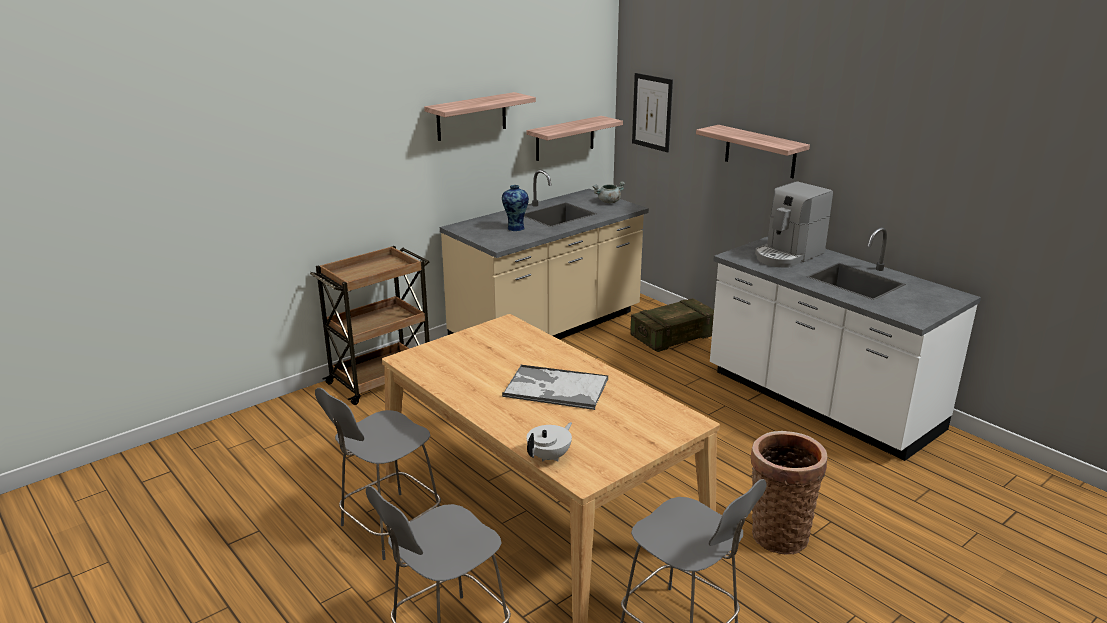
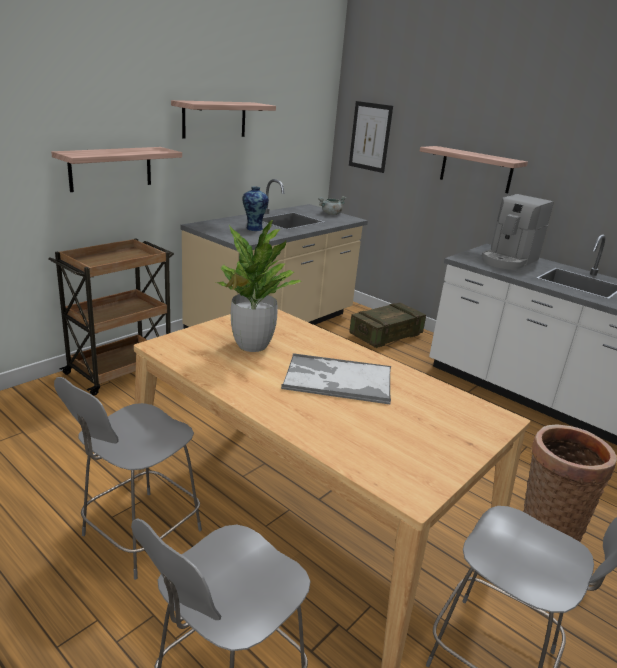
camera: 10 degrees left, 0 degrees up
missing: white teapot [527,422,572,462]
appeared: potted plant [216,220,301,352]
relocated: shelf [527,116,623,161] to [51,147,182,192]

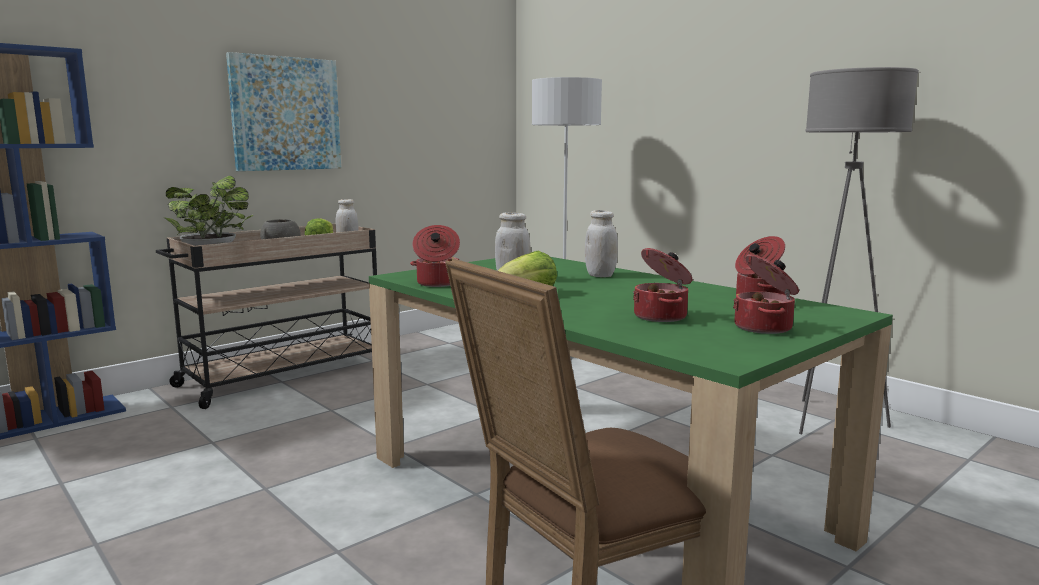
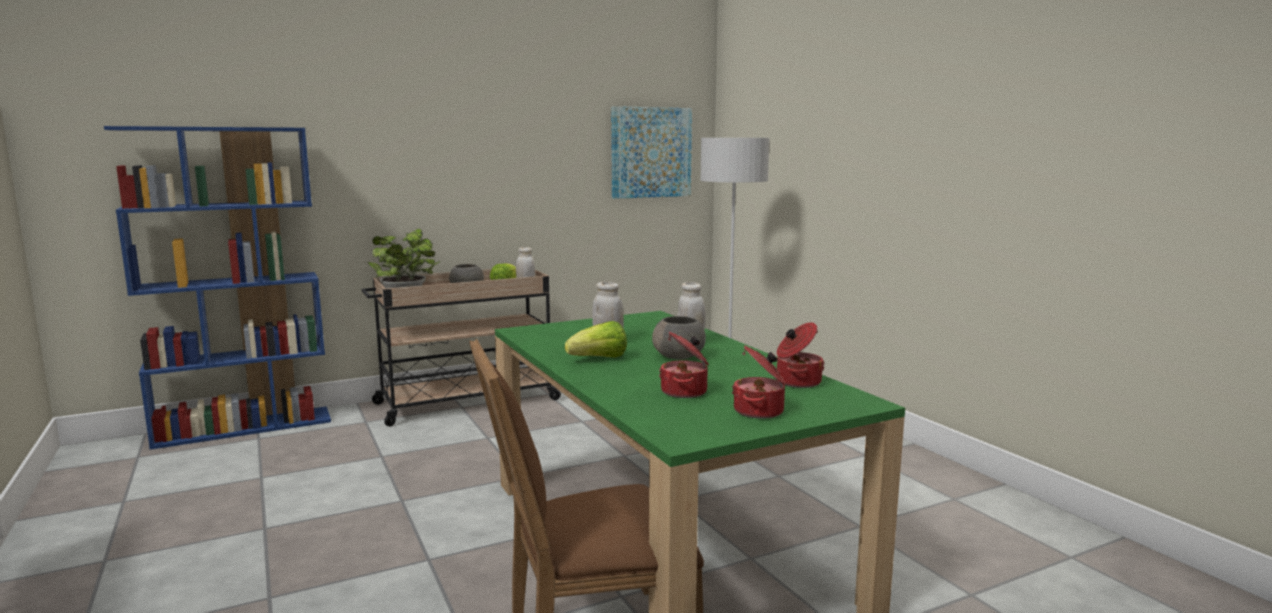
camera: 15 degrees right, 0 degrees up
missing: cooking pot [410,225,460,287]; grey floor lamp [799,67,919,434]
appeared: grey bowl [652,316,706,360]
relocated: picture [226,52,341,171] to [611,106,692,199]

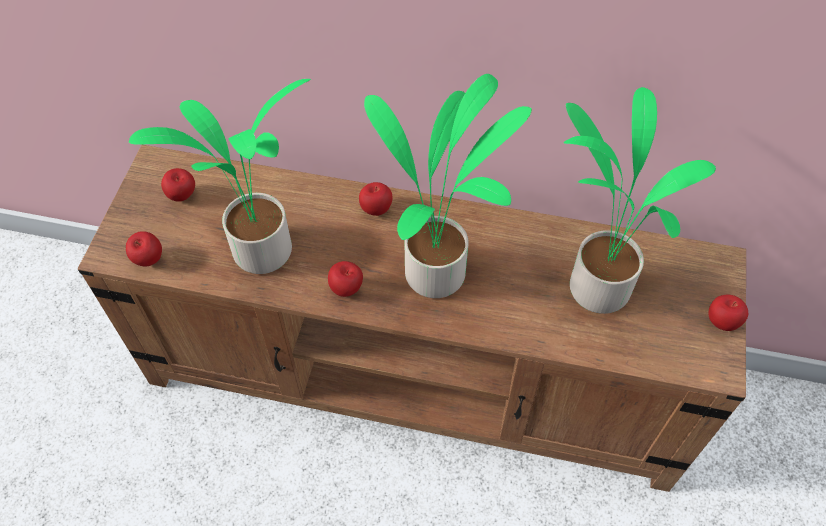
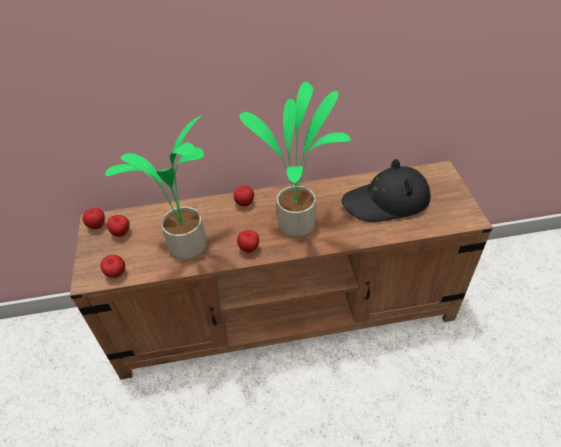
camera: 20 degrees left, 10 degrees down
relocated: apple [708,295,748,331] to [82,208,105,229]
exchanged: potted plant [563,87,716,314] to black hat [342,159,430,222]

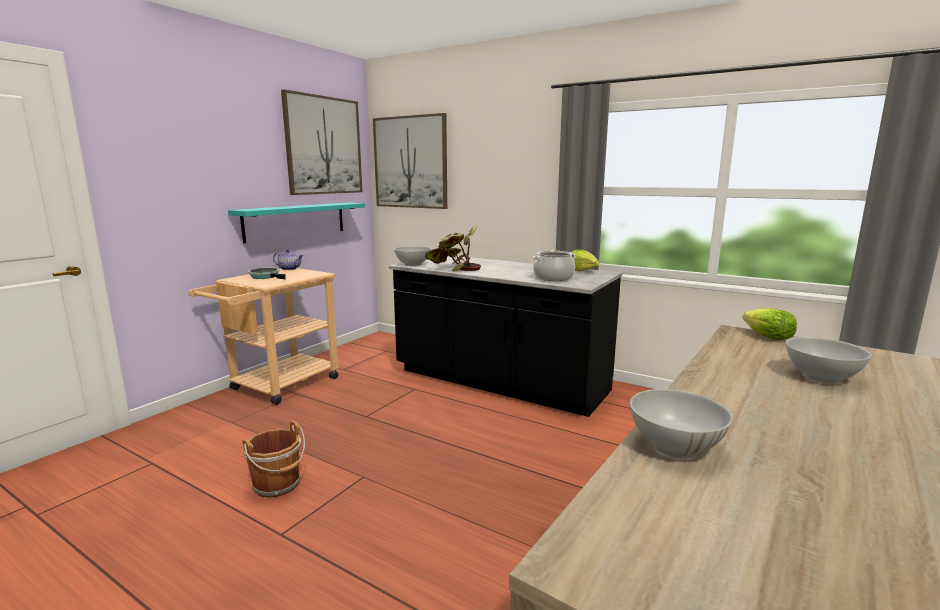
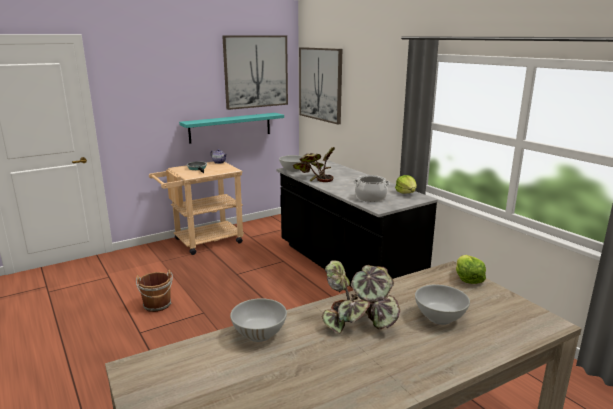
camera: 25 degrees right, 5 degrees up
appeared: potted plant [322,260,400,334]

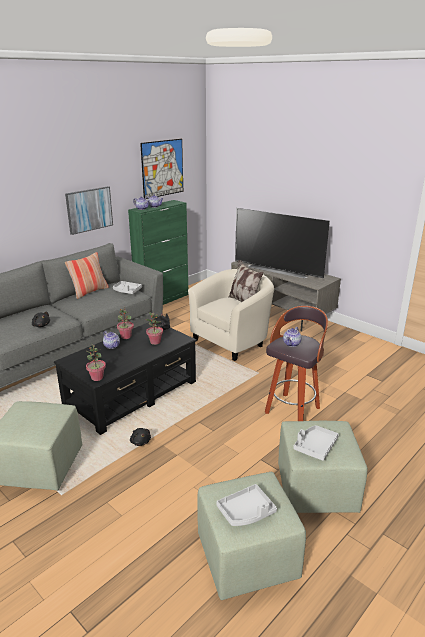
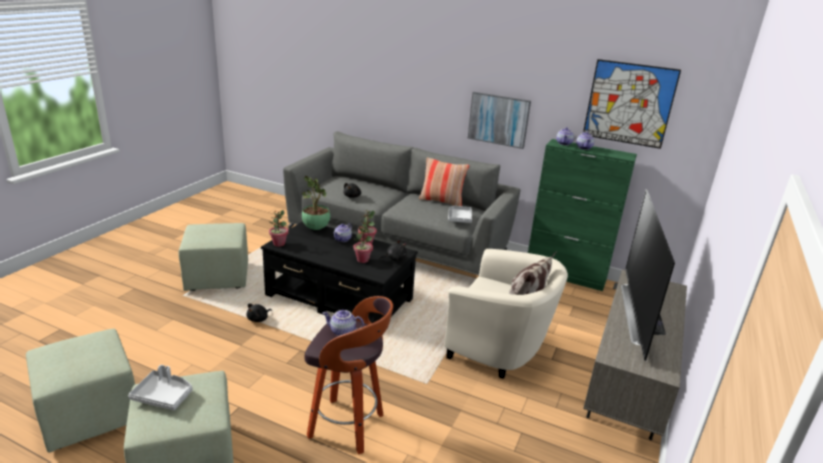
camera: 70 degrees right, 0 degrees up
missing: grey tray [216,484,277,526]
appeared: potted plant [302,176,330,230]

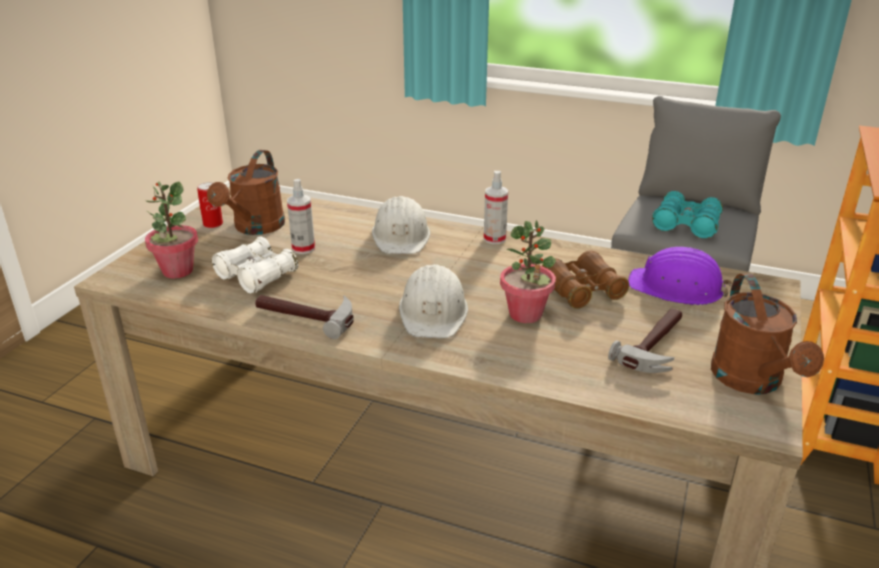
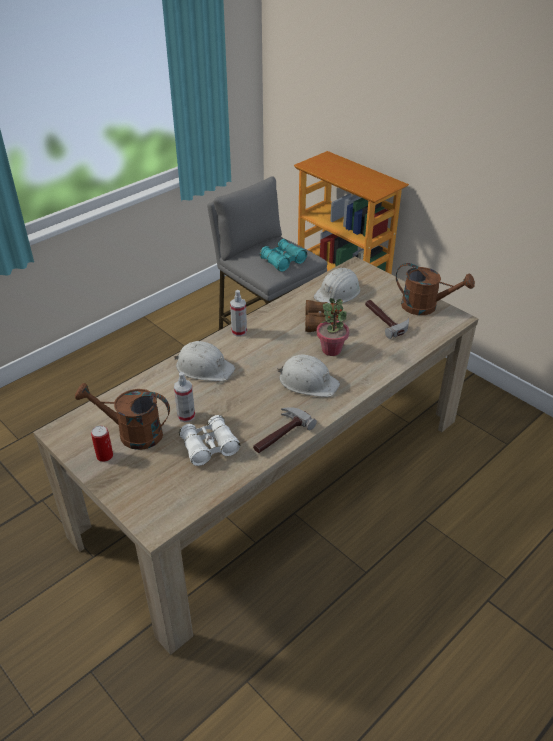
camera: 65 degrees left, 10 degrees up
missing: potted plant [145,182,198,278]
colour: purple hard hat [628,247,732,305] to white hard hat [314,268,360,304]
spun: brown watering can [207,150,285,235] = [75,383,170,450] 150 degrees clockwise

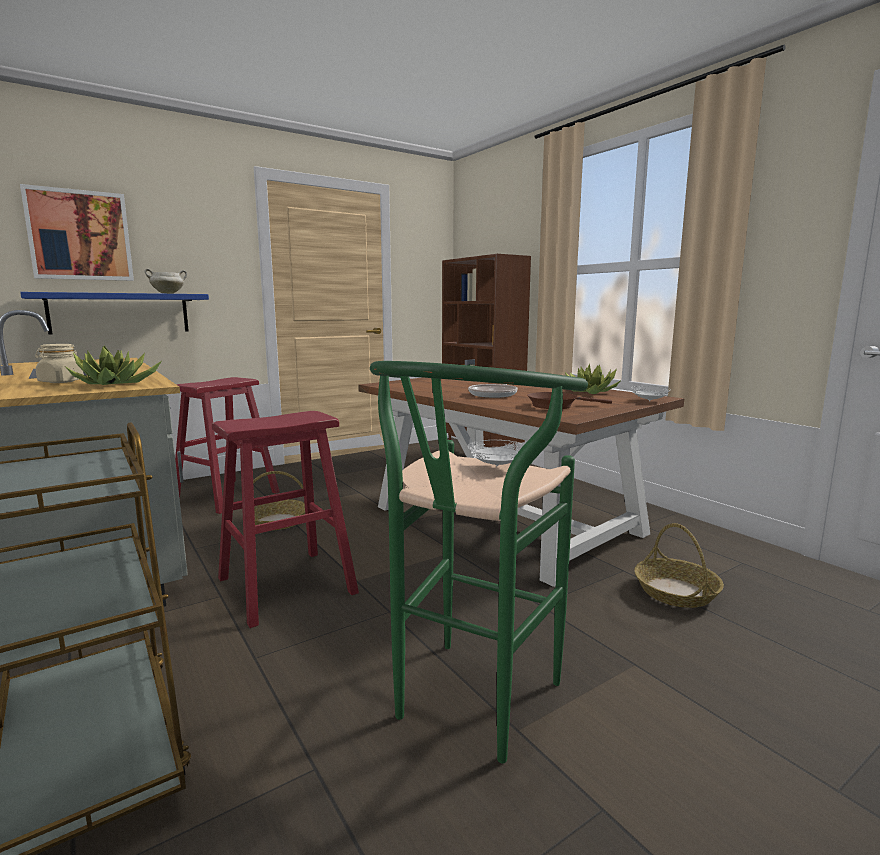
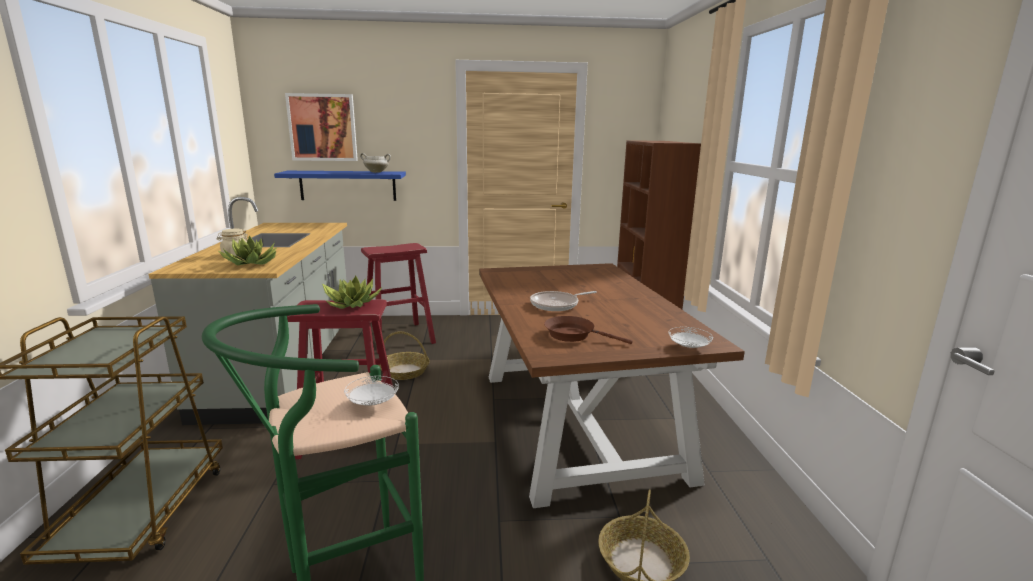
camera: 30 degrees right, 5 degrees up
relocated: potted plant [565,363,621,394] to [322,276,382,309]

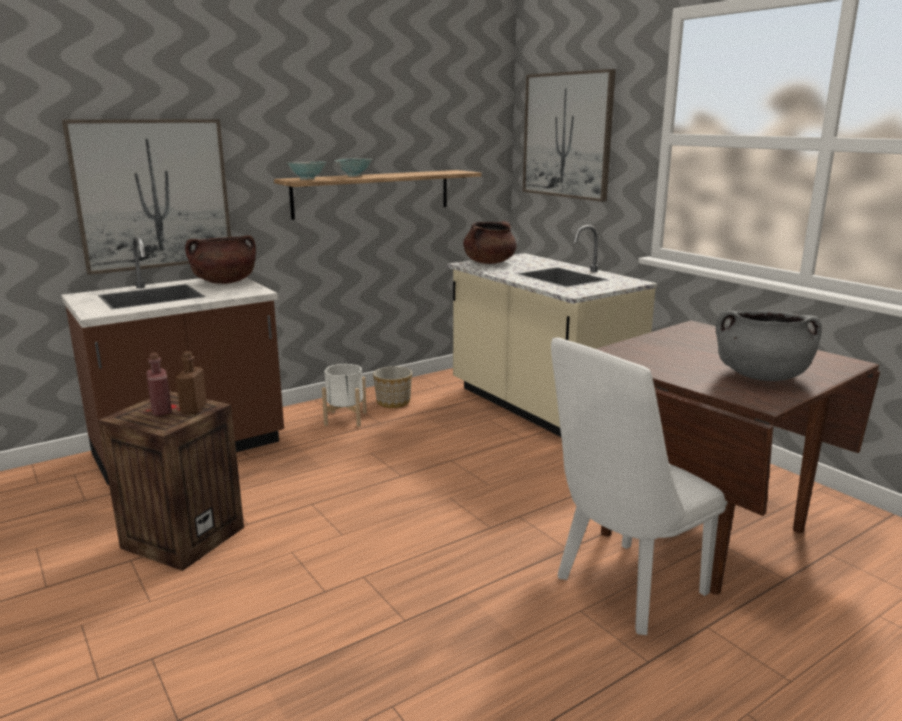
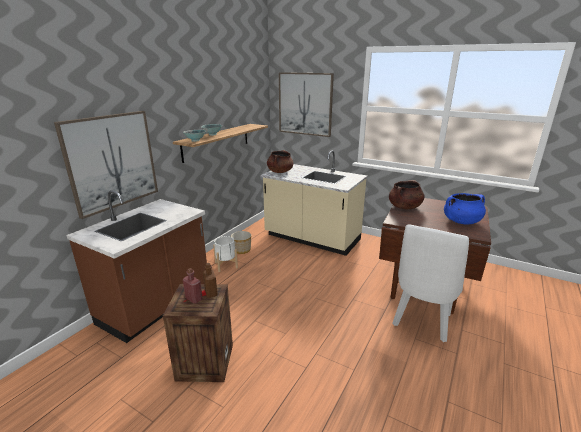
camera: 25 degrees left, 5 degrees up
relocated: brown cooking pot [185,235,256,284] to [389,180,425,209]
colour: grey cooking pot [716,310,822,381] to blue cooking pot [444,193,486,224]

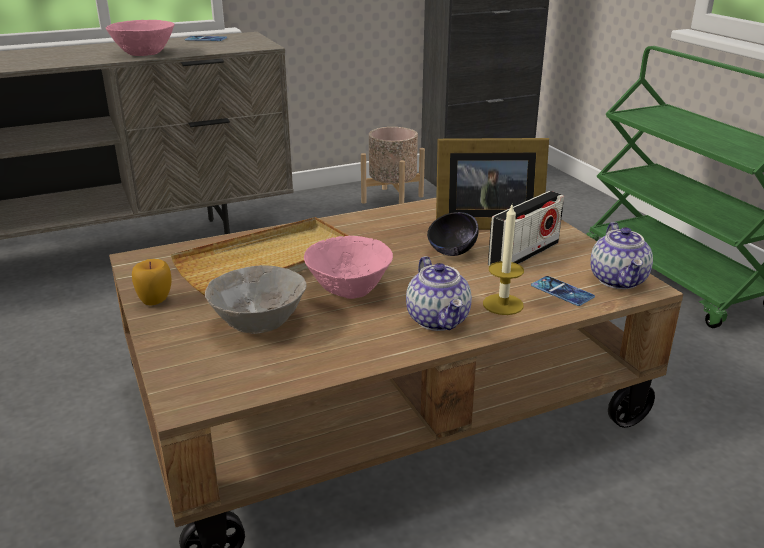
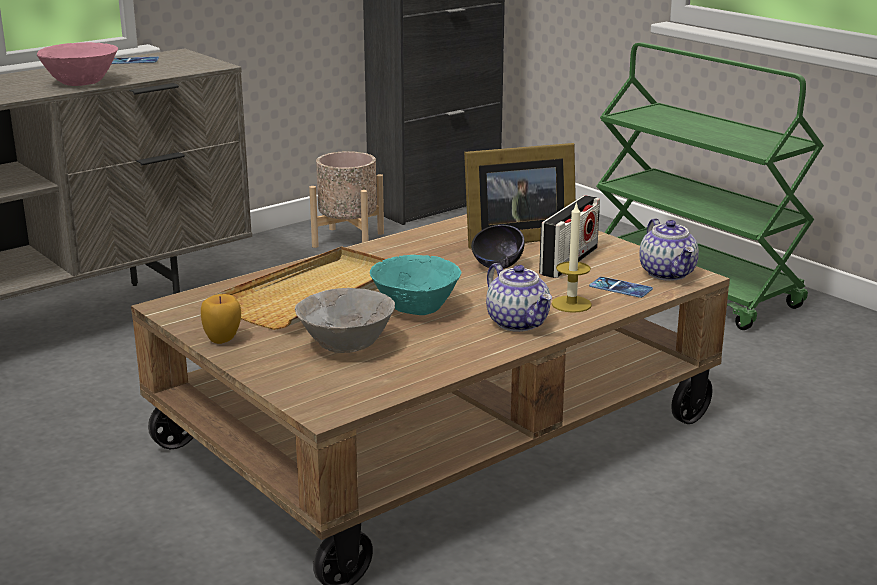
camera: 15 degrees left, 5 degrees down
colour: pink bowl [304,236,393,299] to turquoise bowl [370,255,461,315]

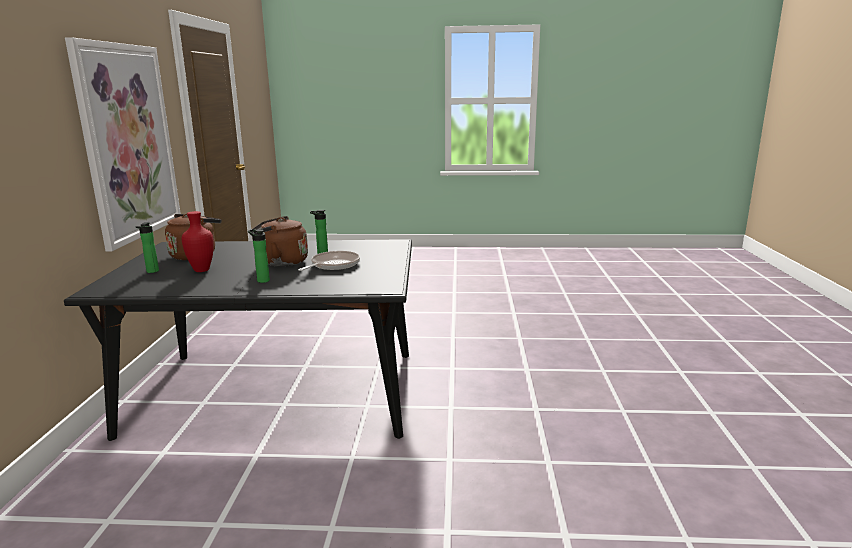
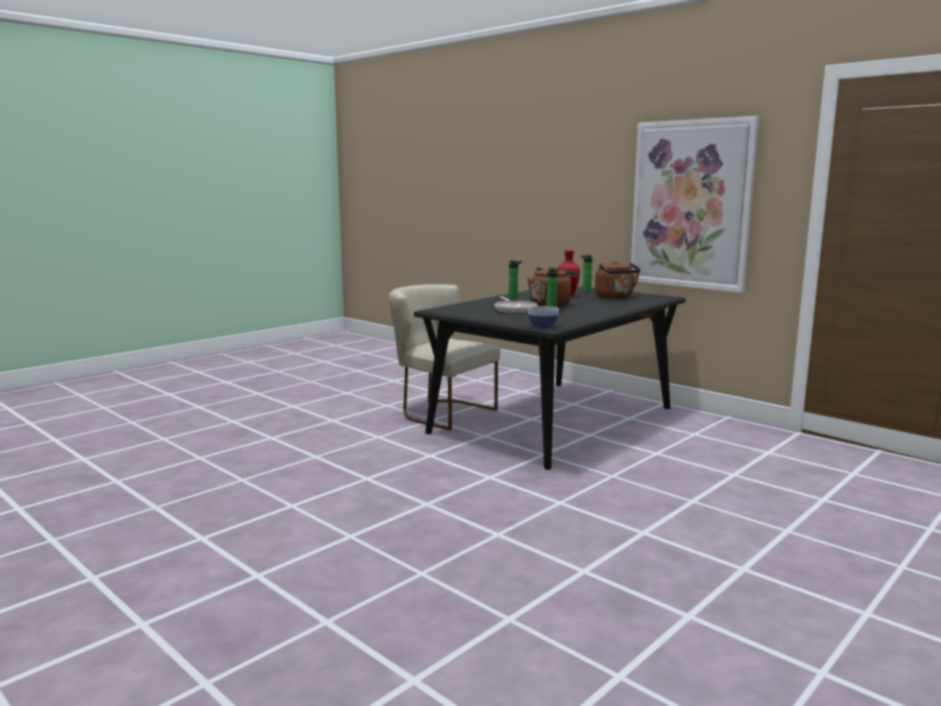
camera: 130 degrees right, 5 degrees down
appeared: beige chair [389,284,500,430]; bowl [528,306,559,328]

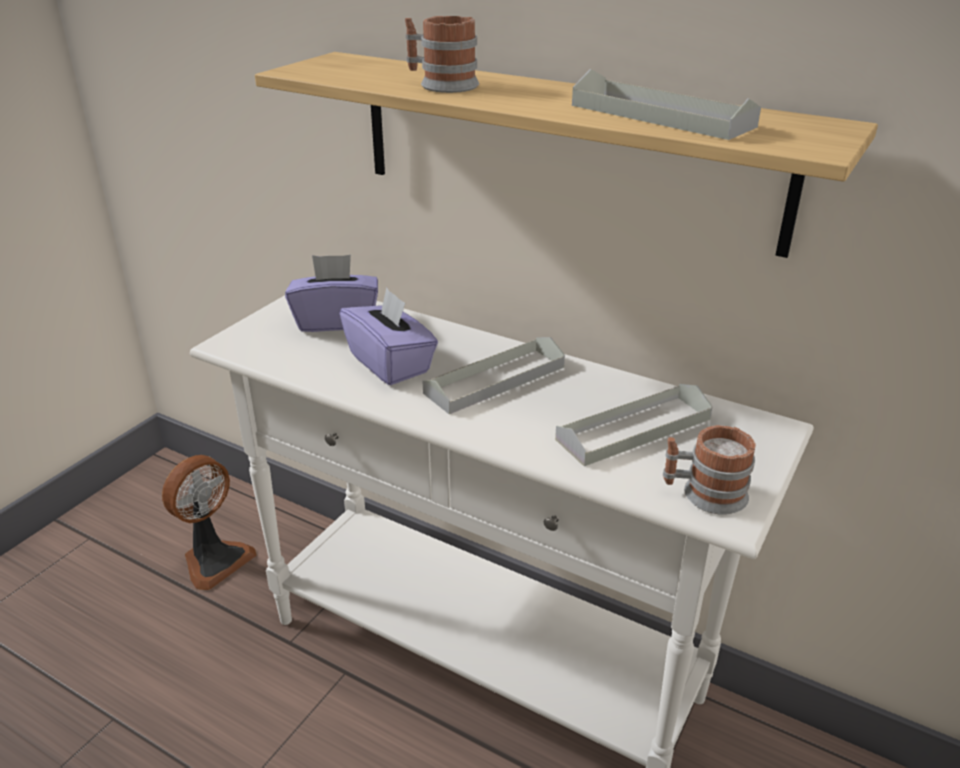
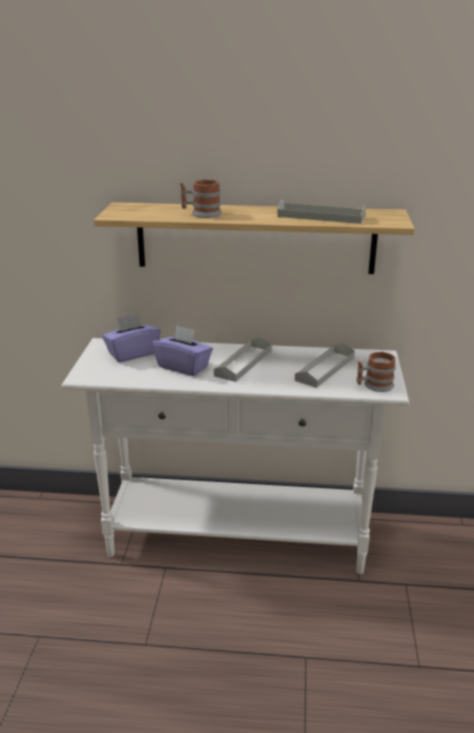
camera: 25 degrees left, 5 degrees down
missing: fan [162,455,257,590]

